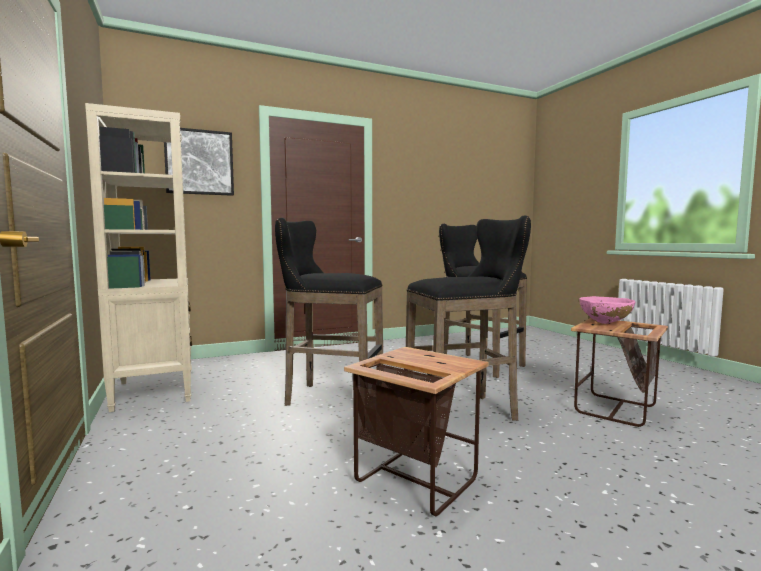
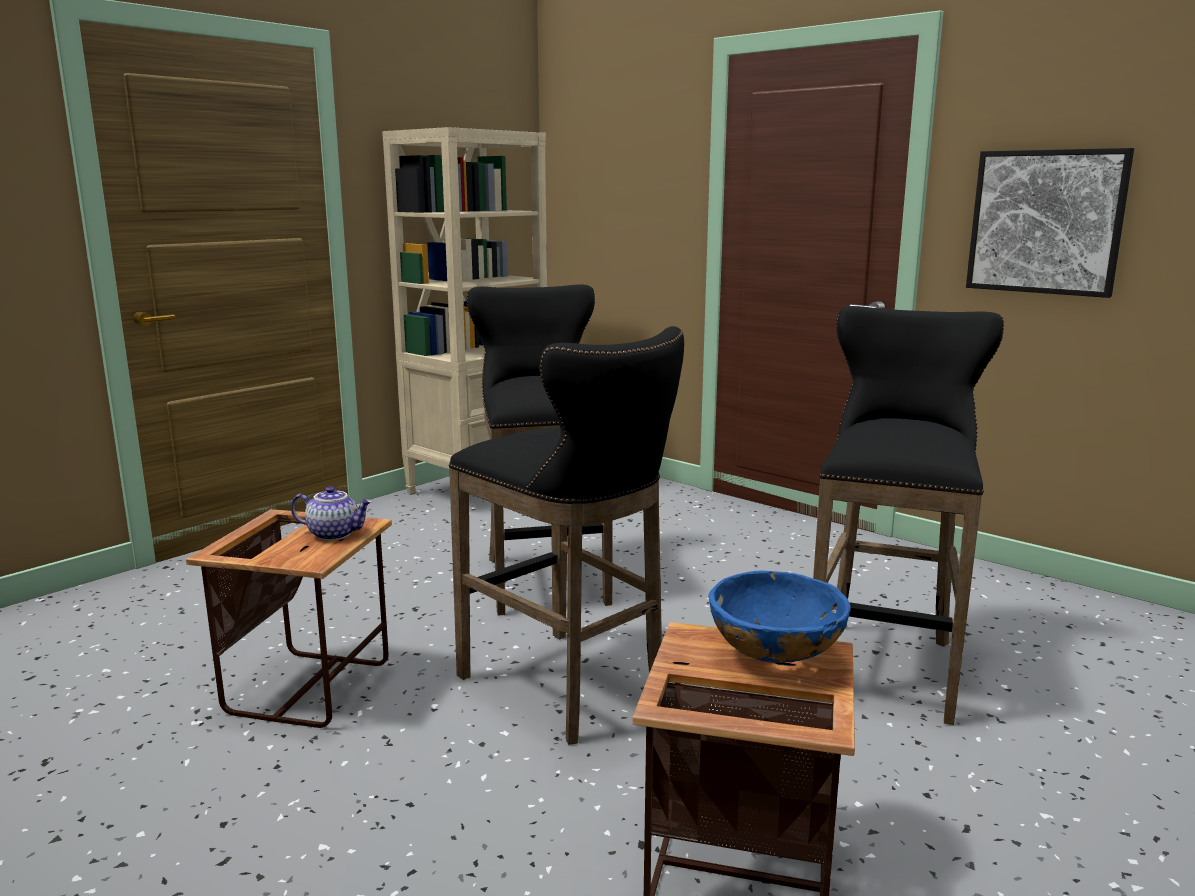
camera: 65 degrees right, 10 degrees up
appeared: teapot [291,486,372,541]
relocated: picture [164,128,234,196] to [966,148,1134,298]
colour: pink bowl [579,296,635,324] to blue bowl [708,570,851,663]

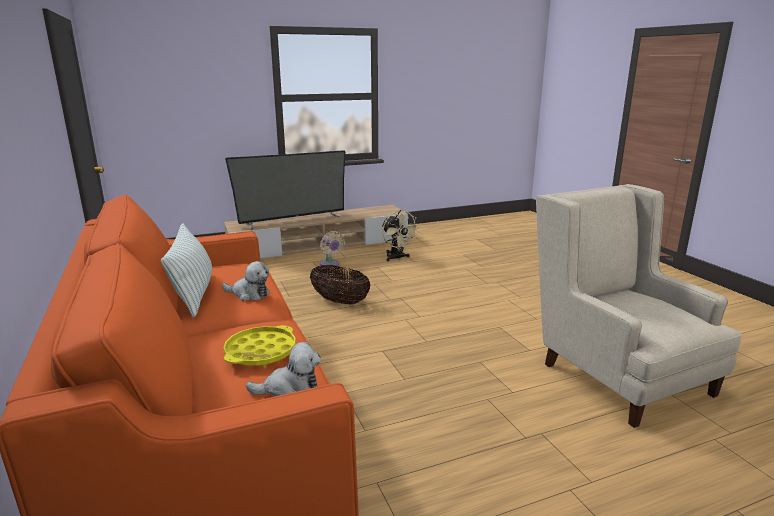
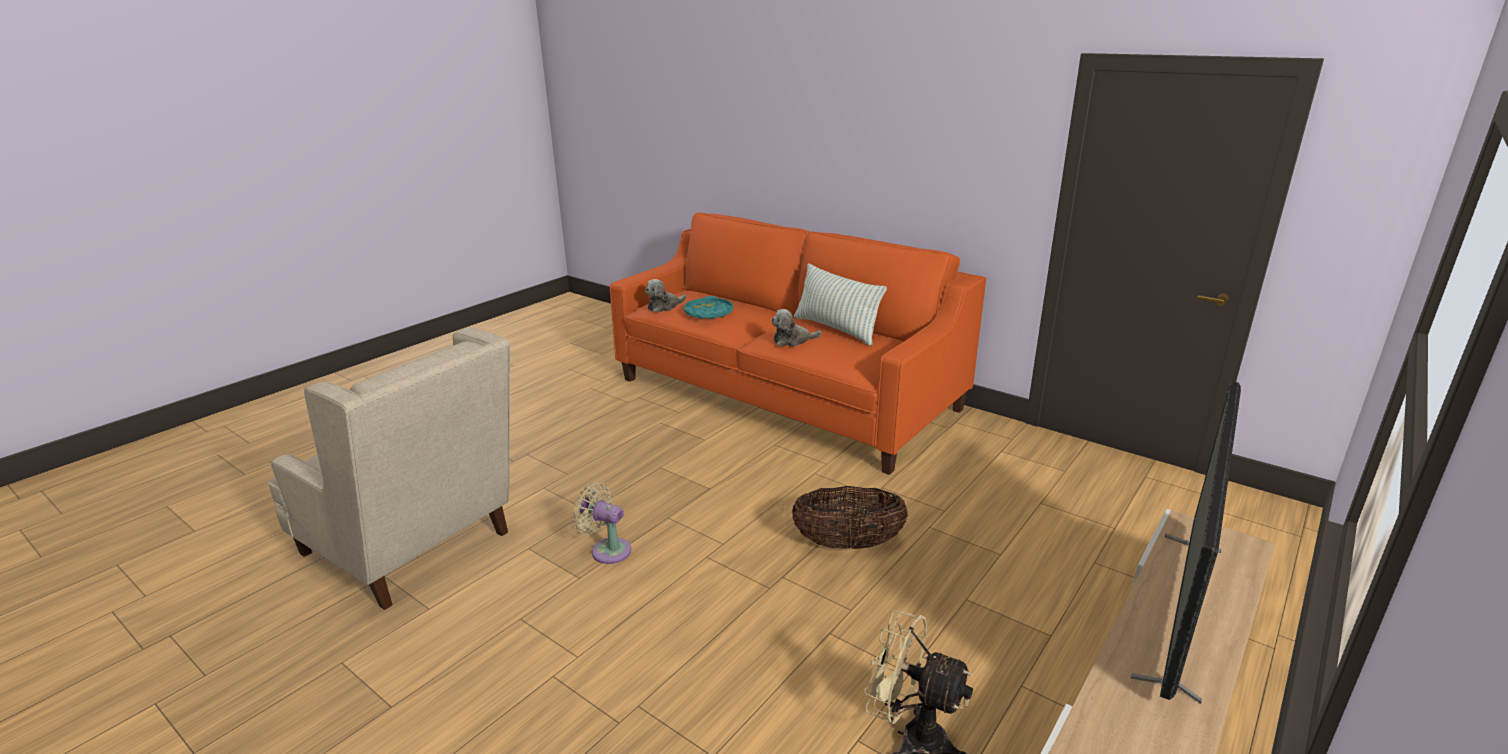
camera: 150 degrees right, 5 degrees up
relocated: beige fan [320,231,345,266] to [573,482,631,564]
colour: yellow tray [223,325,296,366] to turquoise tray [683,296,733,319]

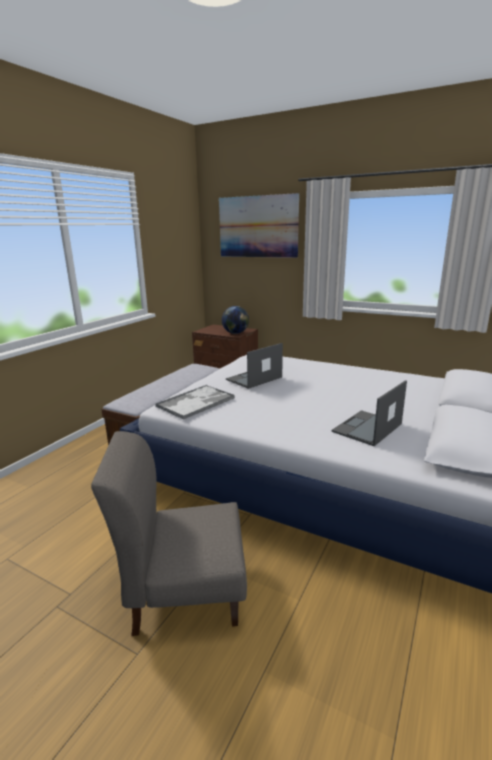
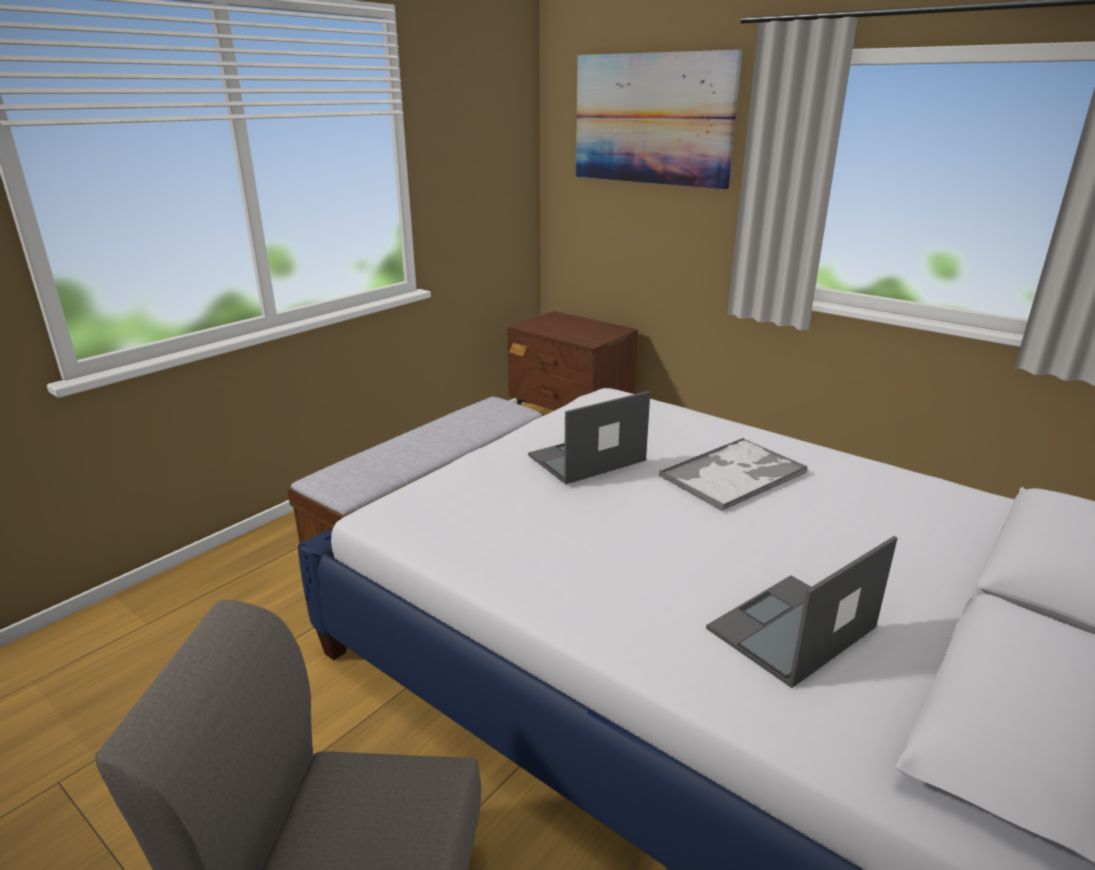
camera: 10 degrees right, 5 degrees up
missing: globe [222,306,249,334]
relocated: tray [155,385,235,420] to [659,438,808,511]

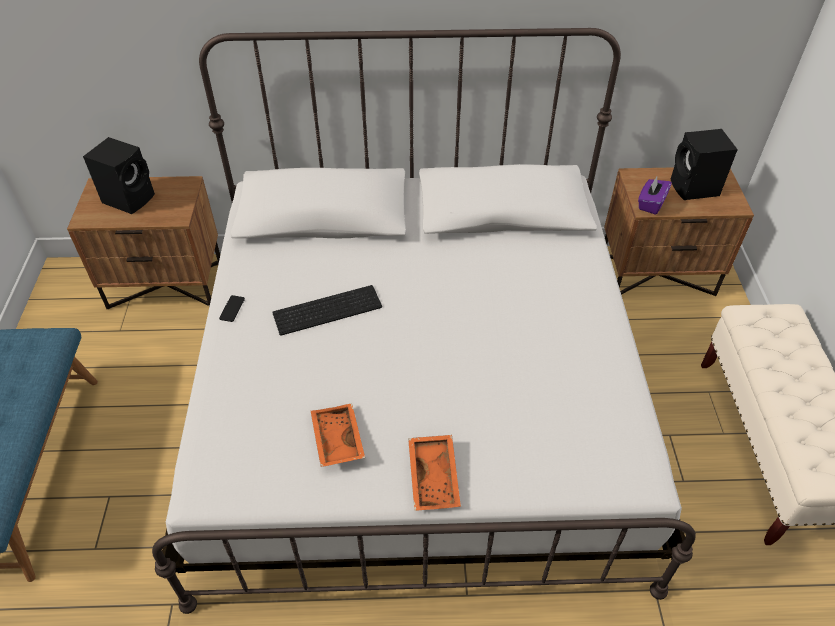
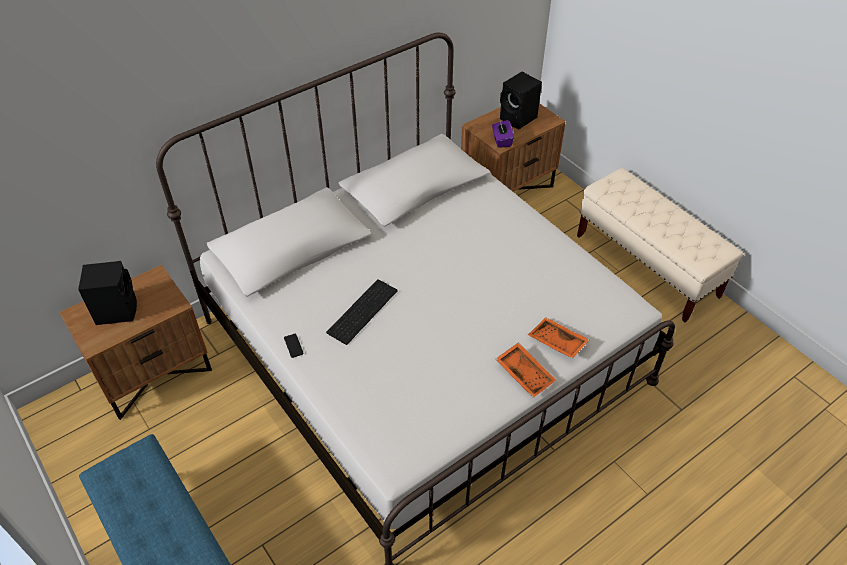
camera: 35 degrees left, 0 degrees up
relocated: orange tray [311,404,365,467] to [528,317,590,358]

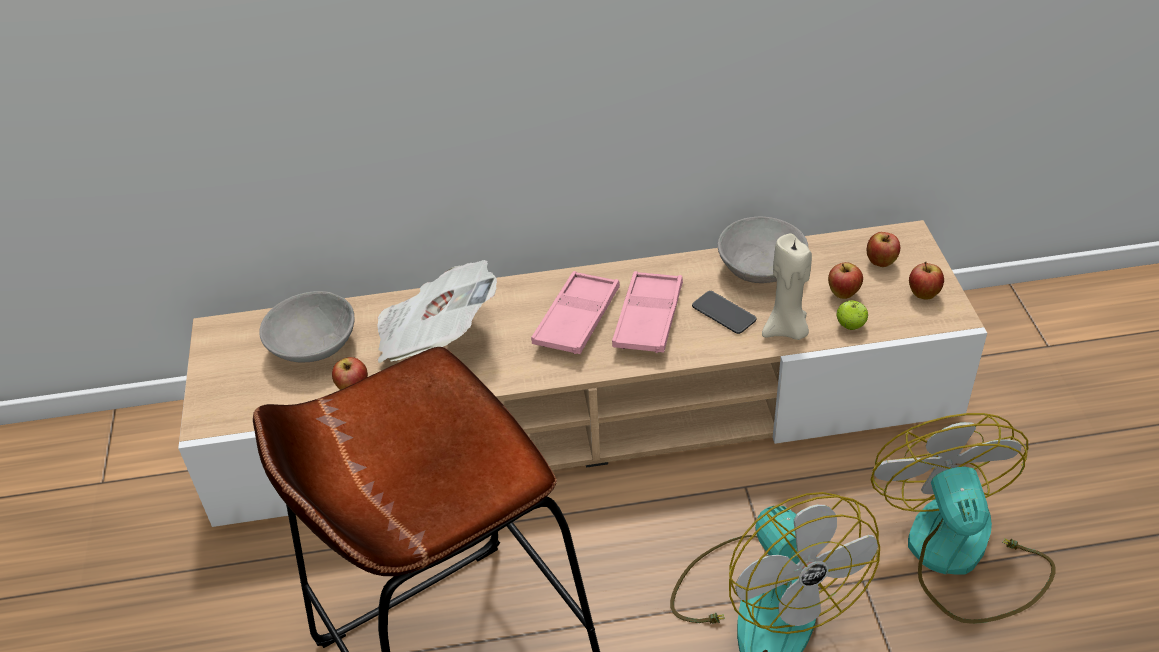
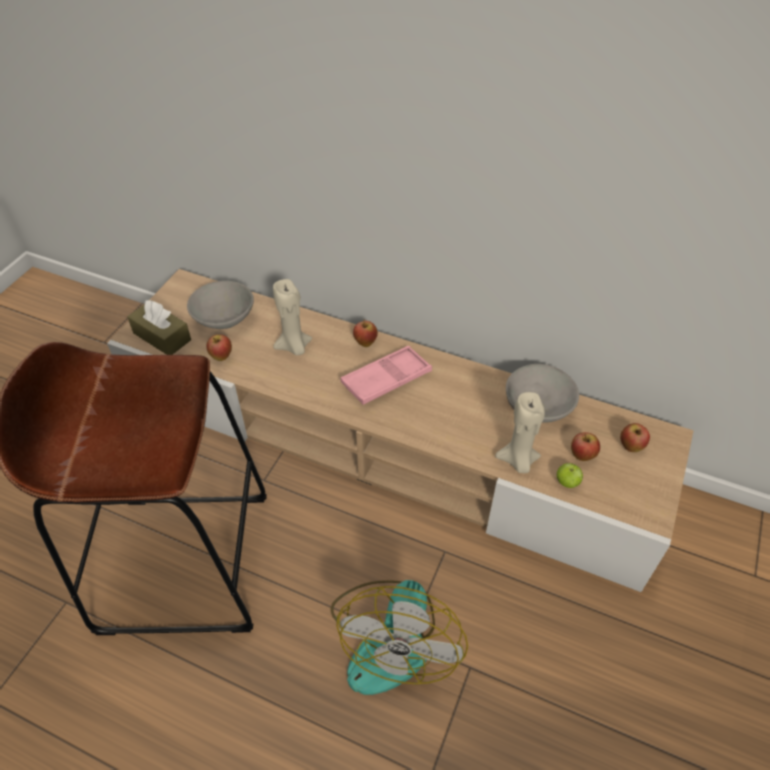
camera: 30 degrees right, 5 degrees up
missing: pink tray [612,271,683,353]; phone [692,291,757,334]; fan [871,413,1056,624]
appeared: brown tissue box [127,300,191,355]
relocated: apple [909,262,944,299] to [353,319,378,347]
exchanged: newspaper [377,260,497,363] to beige candle [273,279,312,355]

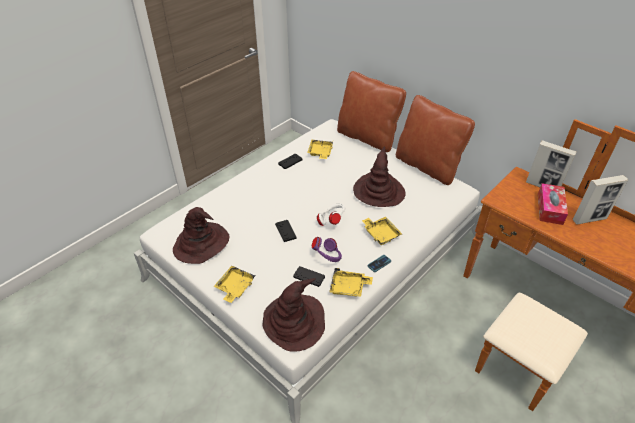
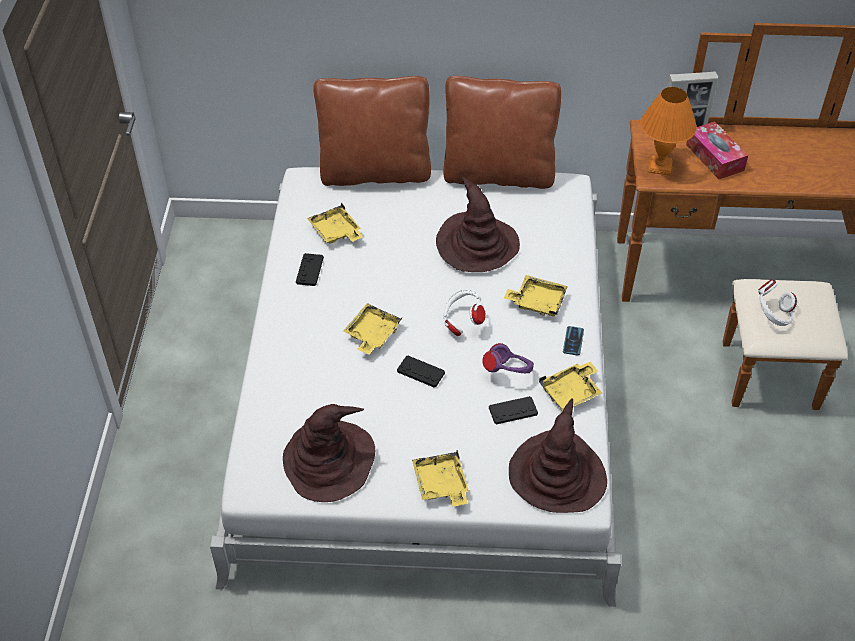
camera: 40 degrees left, 5 degrees up
missing: picture frame [573,175,628,224]
appeared: yellow tray [343,303,402,354]; orange table lamp [640,87,697,176]; white headphones [758,279,797,326]

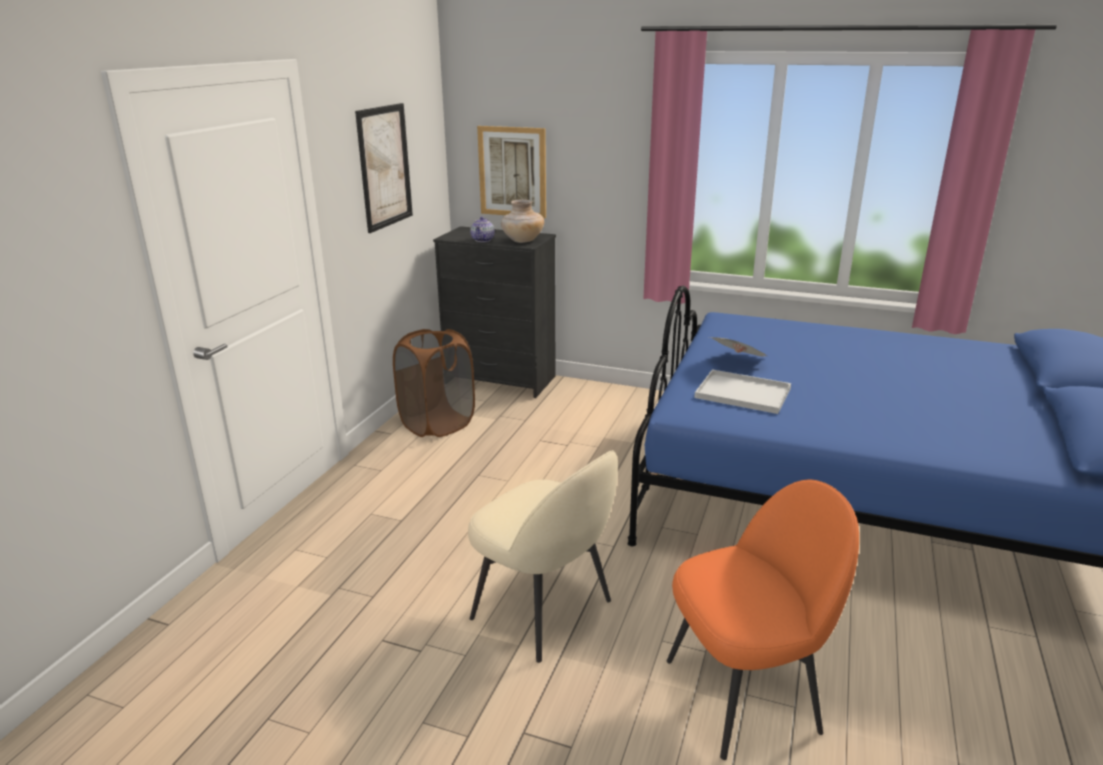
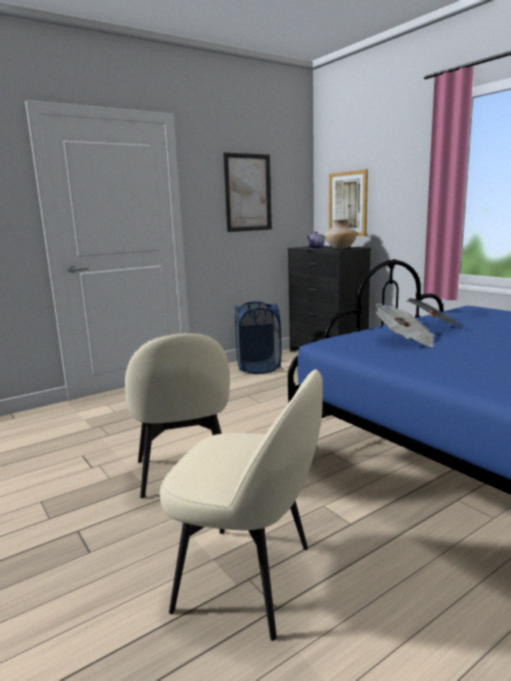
camera: 35 degrees right, 10 degrees down
exchanged: white tray [694,369,791,414] to newspaper [376,304,435,347]
colour: brown laundry basket [393,329,475,437] to blue laundry basket [235,302,281,374]; orange chair [667,480,859,760] to beige chair [160,369,323,641]

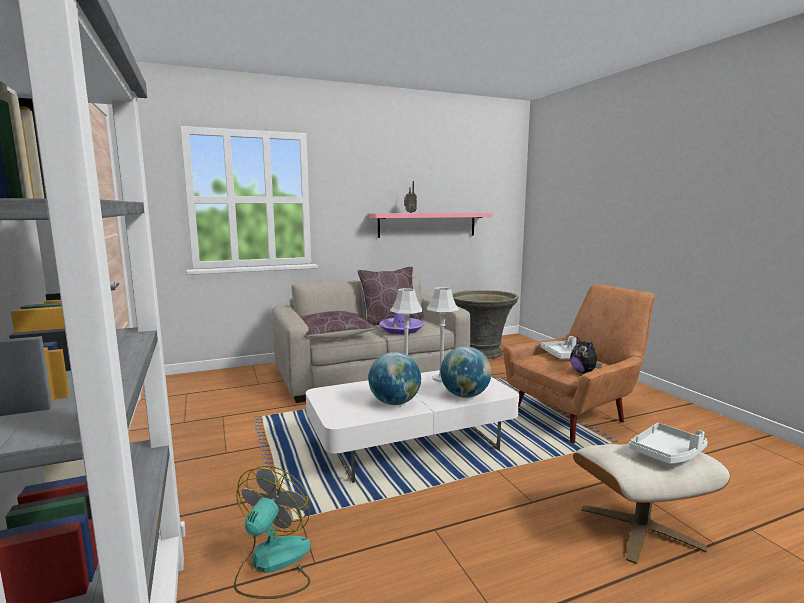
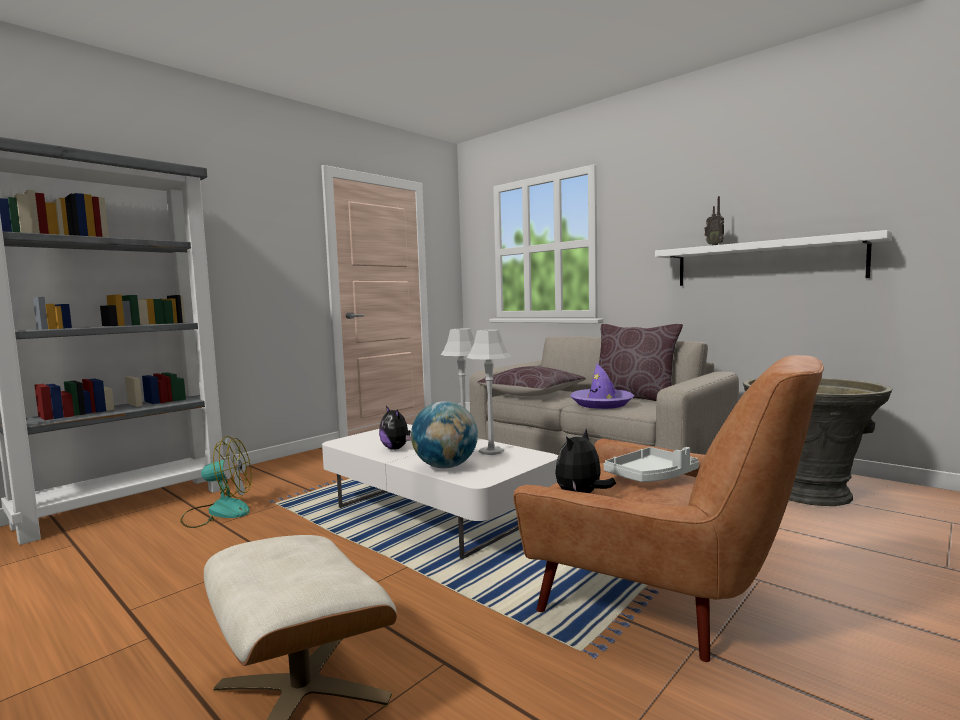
camera: 65 degrees right, 5 degrees down
missing: white tray [629,423,708,464]
exchanged: globe [369,352,421,405] to plush toy [379,406,411,450]
colour: pink shelf [369,213,492,238] to white shelf [655,230,892,286]

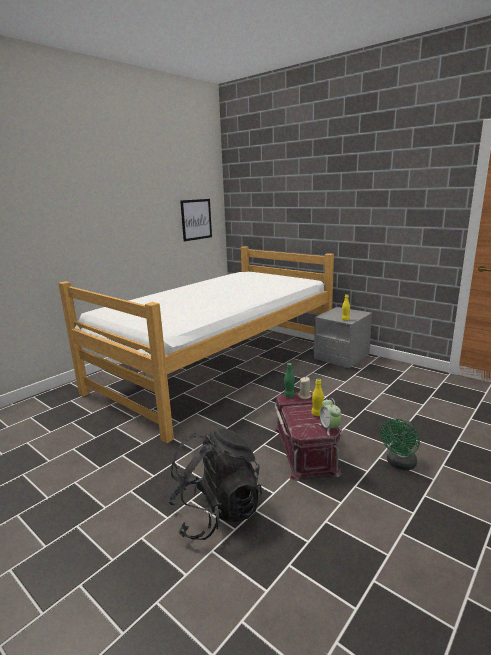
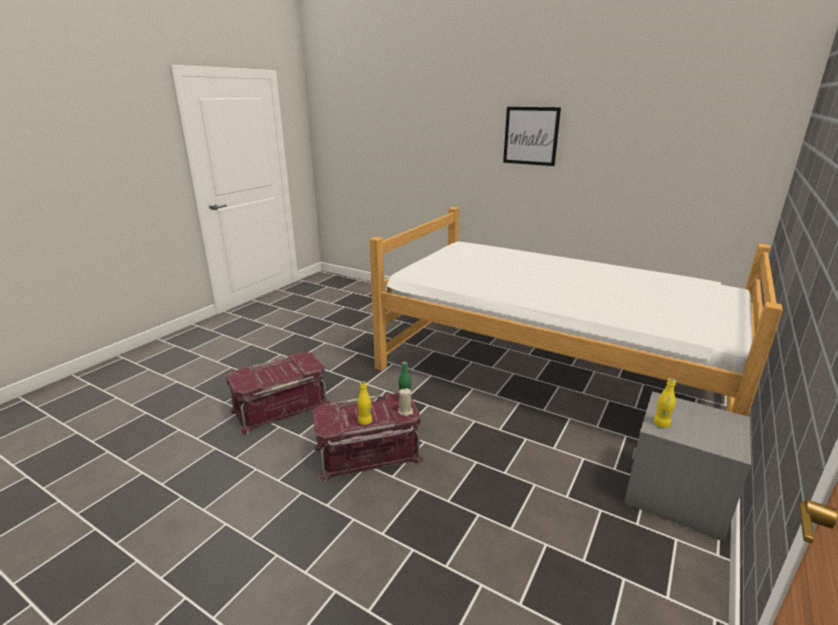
camera: 80 degrees right, 5 degrees up
missing: alarm clock [319,398,341,436]; green fan [380,419,420,470]
relocated: picture [180,199,212,241] to [503,107,561,166]
exchanged: black backpack [168,427,262,540] to red storage box [226,352,330,435]

